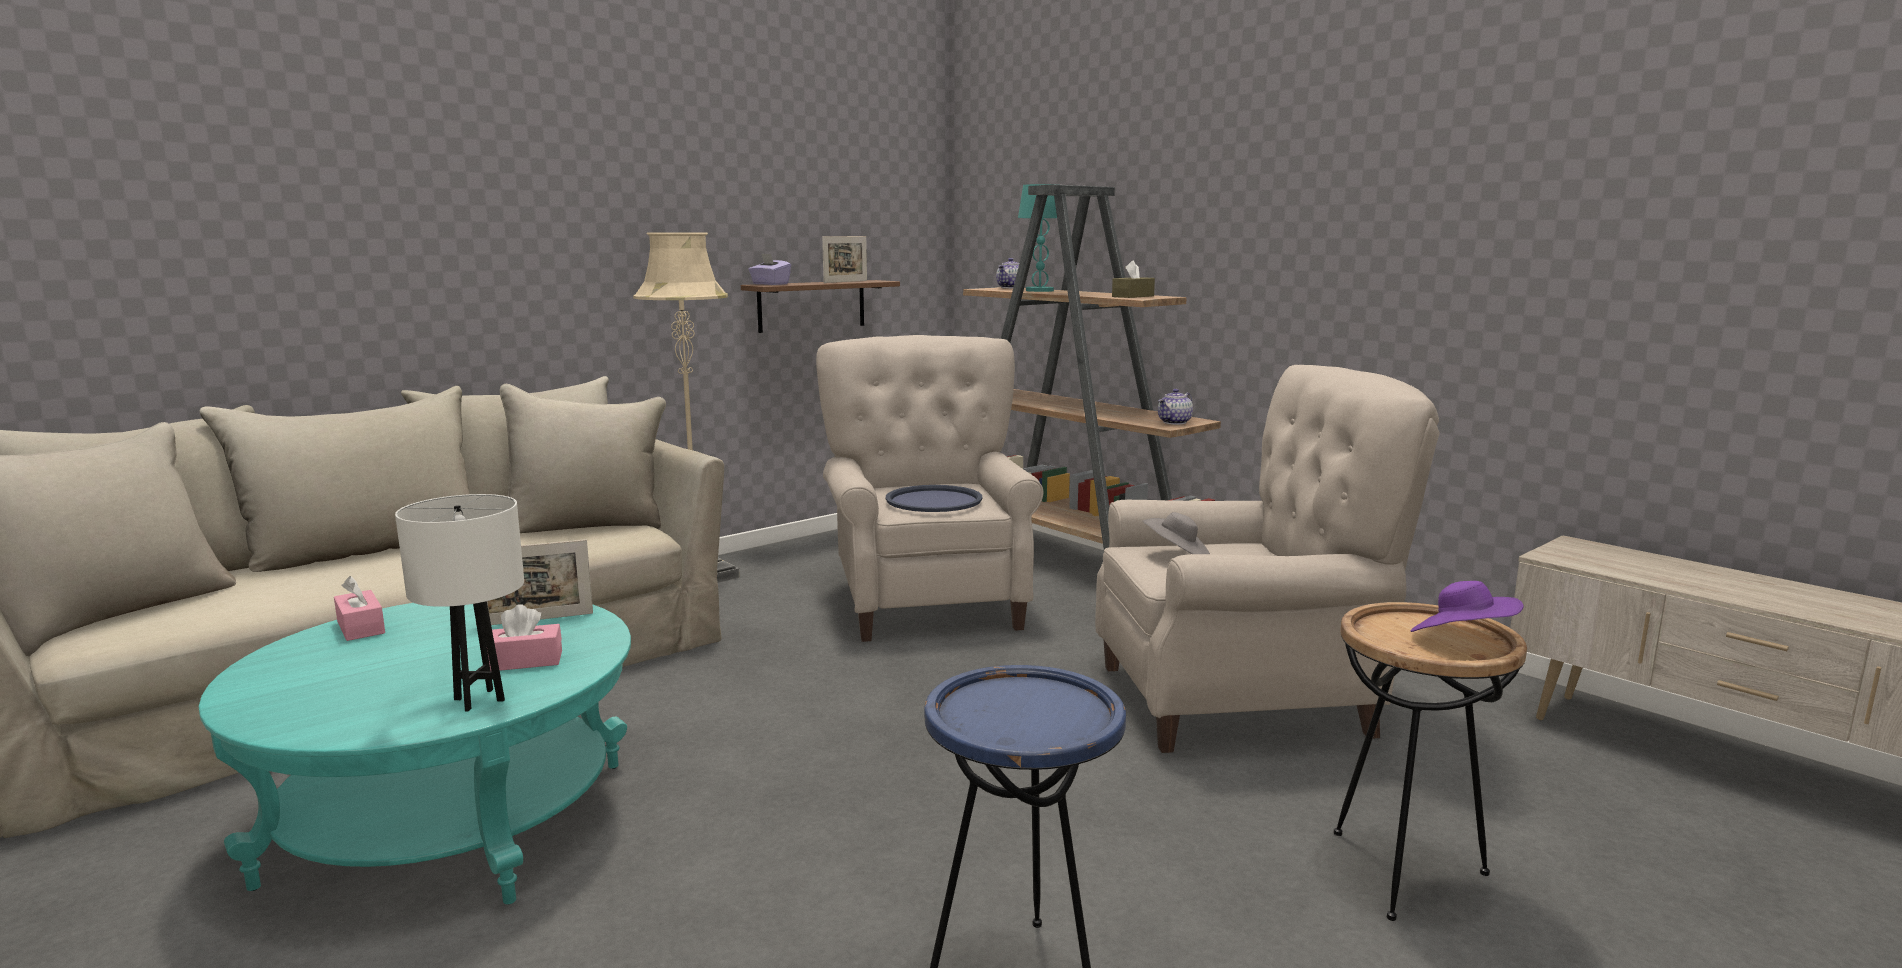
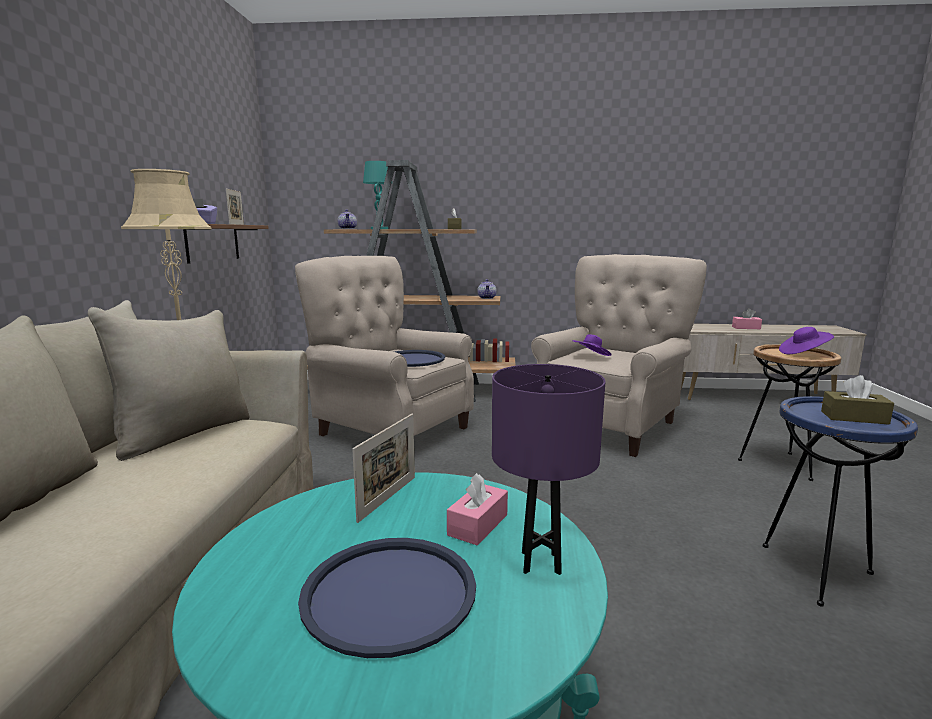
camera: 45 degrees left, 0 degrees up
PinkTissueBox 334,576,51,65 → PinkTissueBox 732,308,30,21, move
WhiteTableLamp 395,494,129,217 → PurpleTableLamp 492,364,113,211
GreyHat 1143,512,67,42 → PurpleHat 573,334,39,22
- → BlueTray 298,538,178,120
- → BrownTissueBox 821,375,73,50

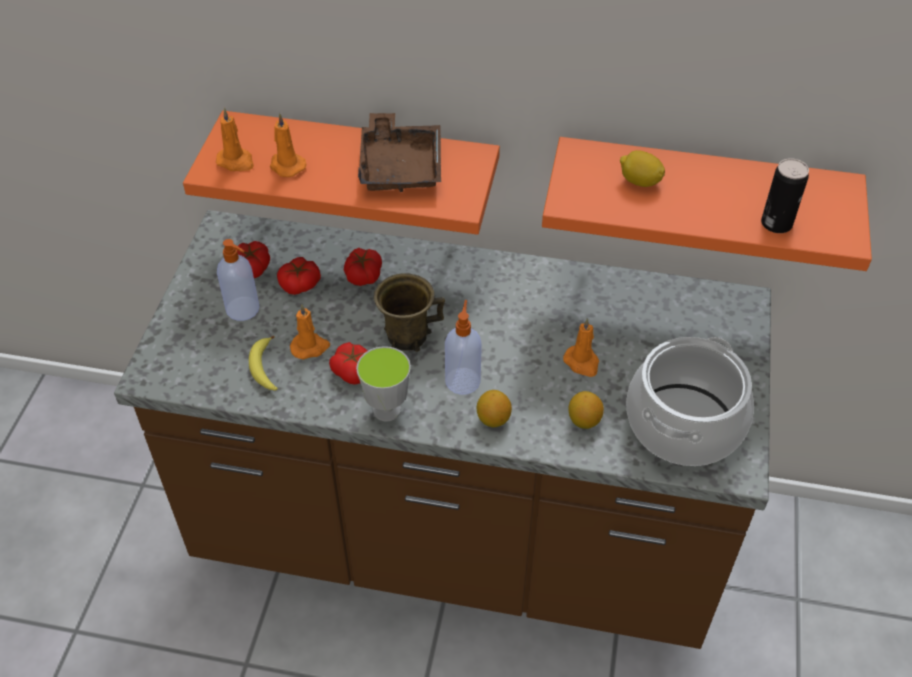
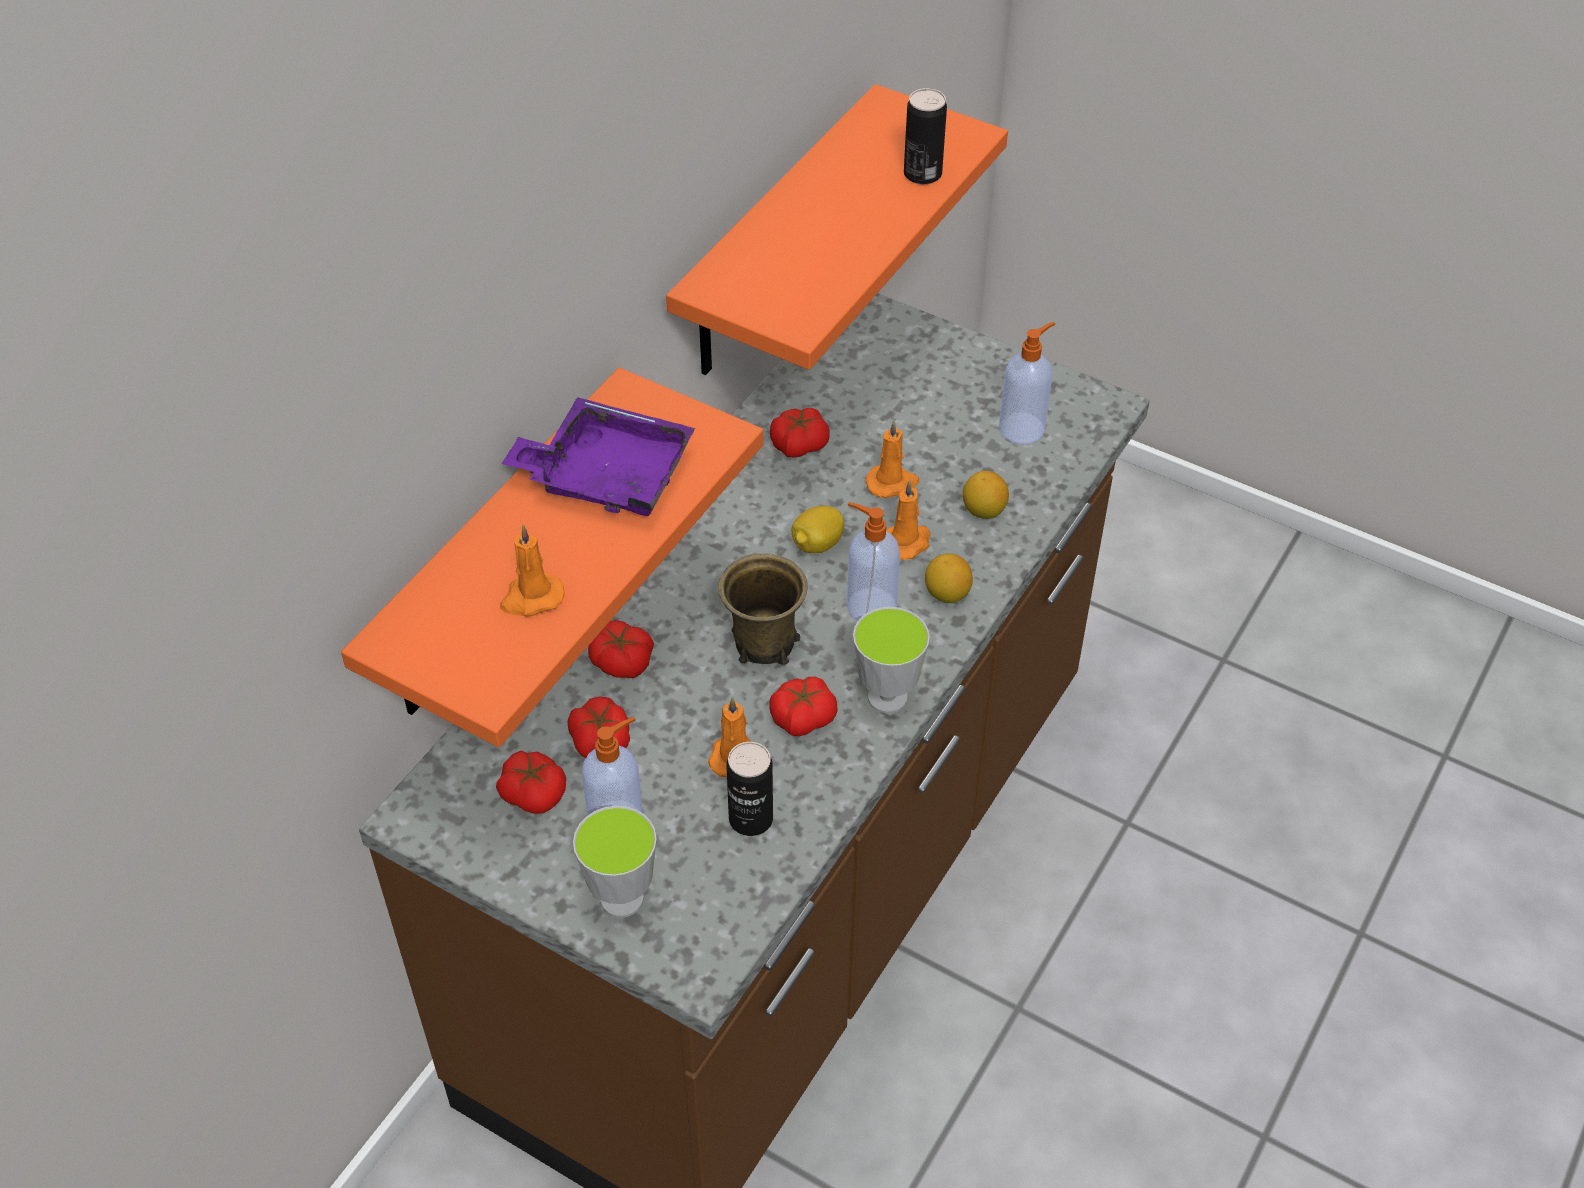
camera: 70 degrees left, 0 degrees up
OrangeCandle 216,108,38,63 → OrangeCandle 886,480,45,80, move
Banana 249,335,29,56 → Can 727,742,46,94
BrownTray 358,113,83,79 → PurpleTray 501,397,194,119
Lemon 620,150,45,37 → Lemon 792,506,52,47, move
CookingPot 626,337,128,129 → SoapDispenser 999,322,57,122
- → Cup 573,806,84,112
- → Tomato 770,407,60,51

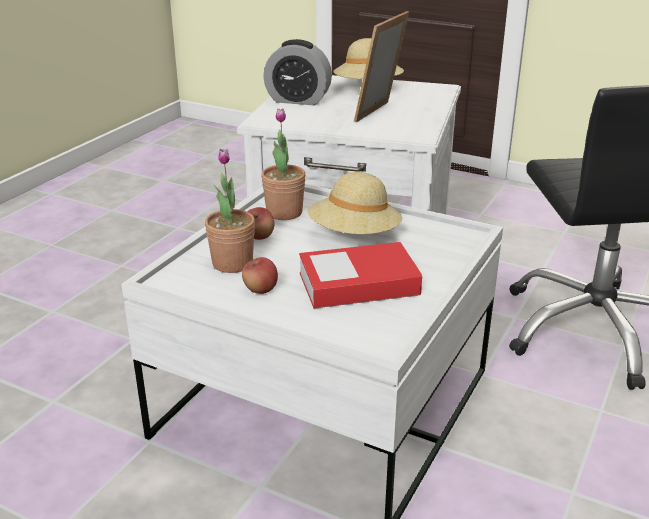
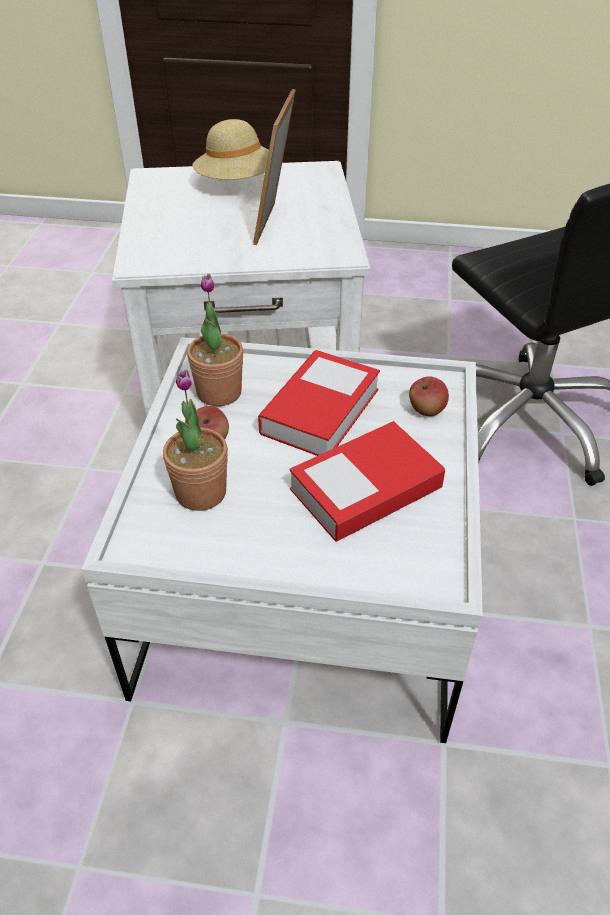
camera: 20 degrees left, 15 degrees up
Apple 242,257,36,37 → Apple 409,376,40,40, move
AlarmClock 263,39,69,66 → -
BeigeHat 308,172,94,62 → Book 258,350,122,106

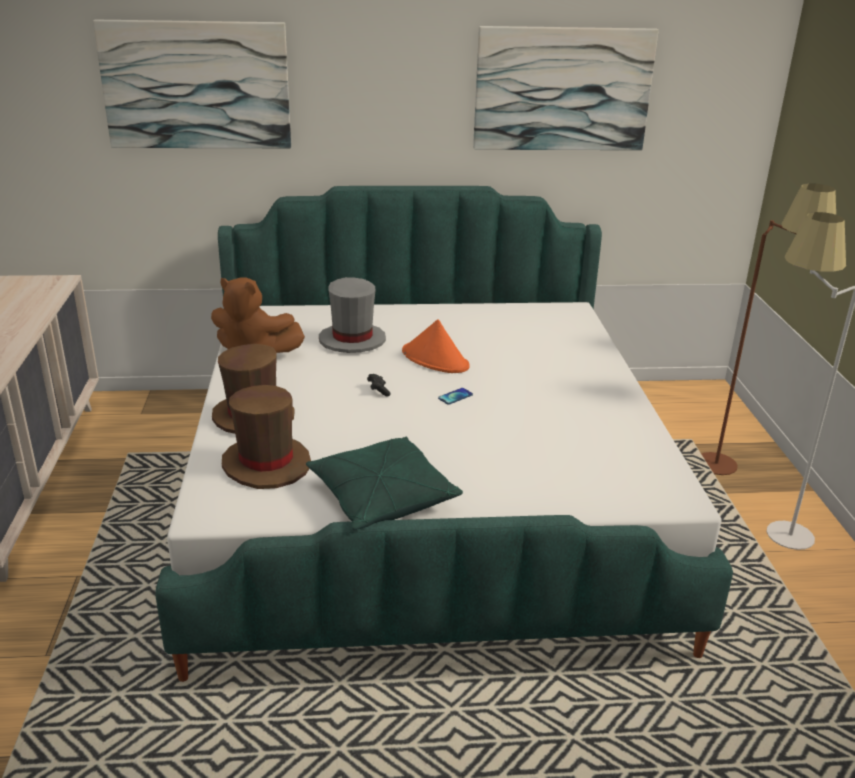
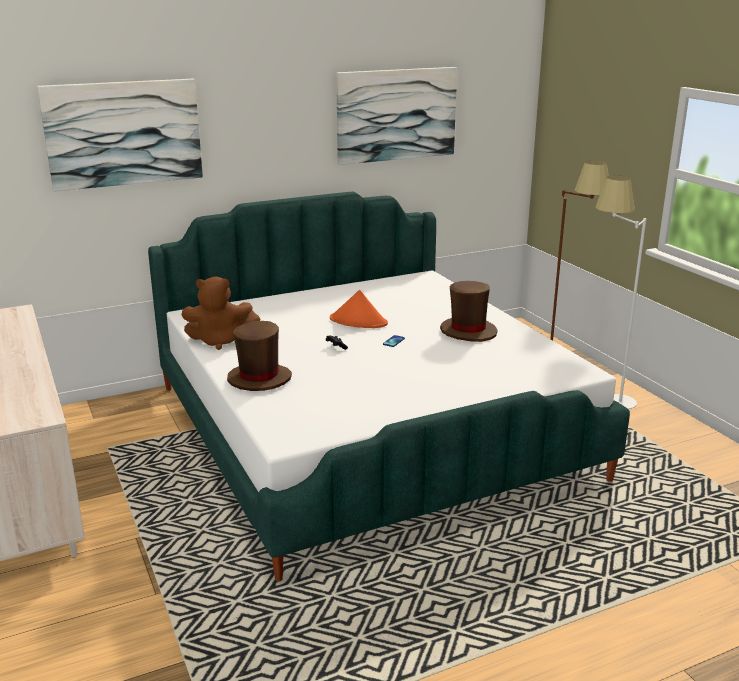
camera: 20 degrees left, 5 degrees down
BrownHat 222,385,89,104 → BrownHat 440,281,57,61, move
GreenPillow 306,437,157,93 → -
GreyHat 319,277,67,76 → -

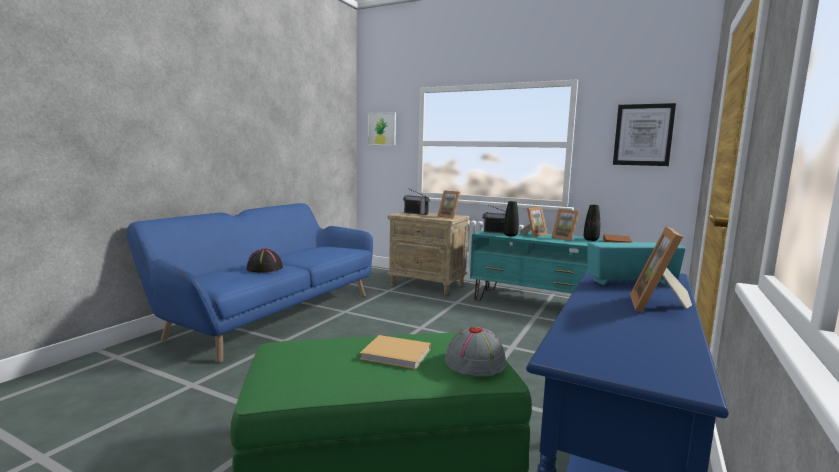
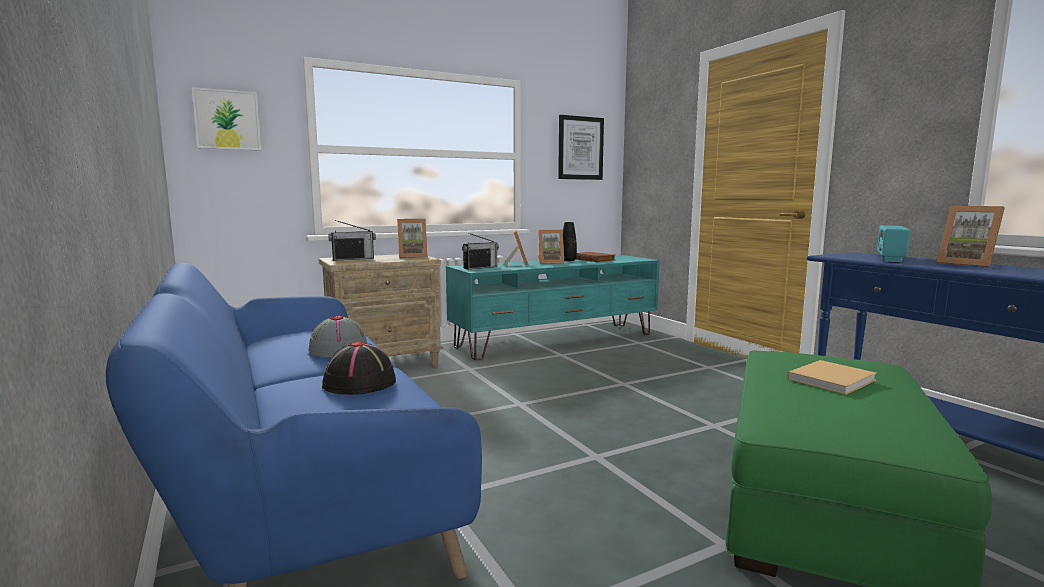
camera: 55 degrees left, 0 degrees up
GreyHat 445,327,61,49 → GreyHat 308,316,60,41, move
BlackVase 503,201,16,35 → -

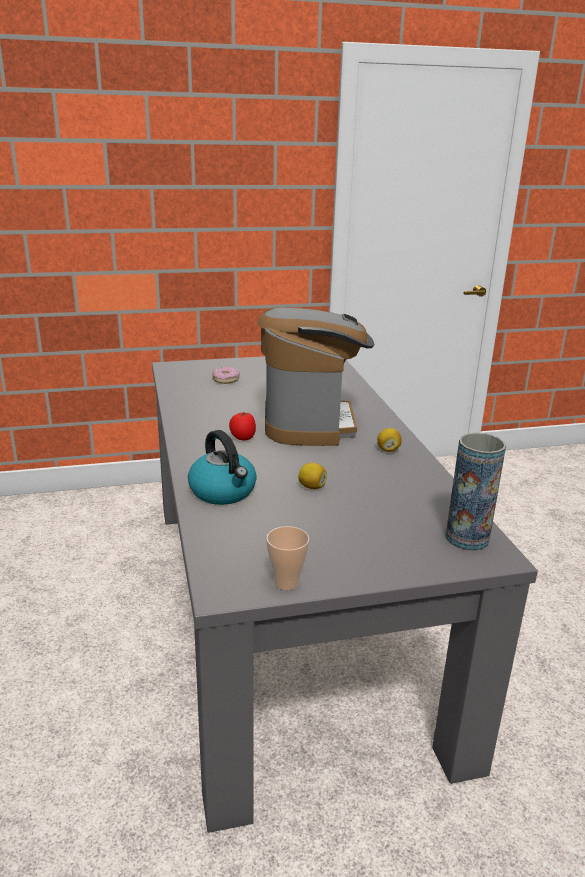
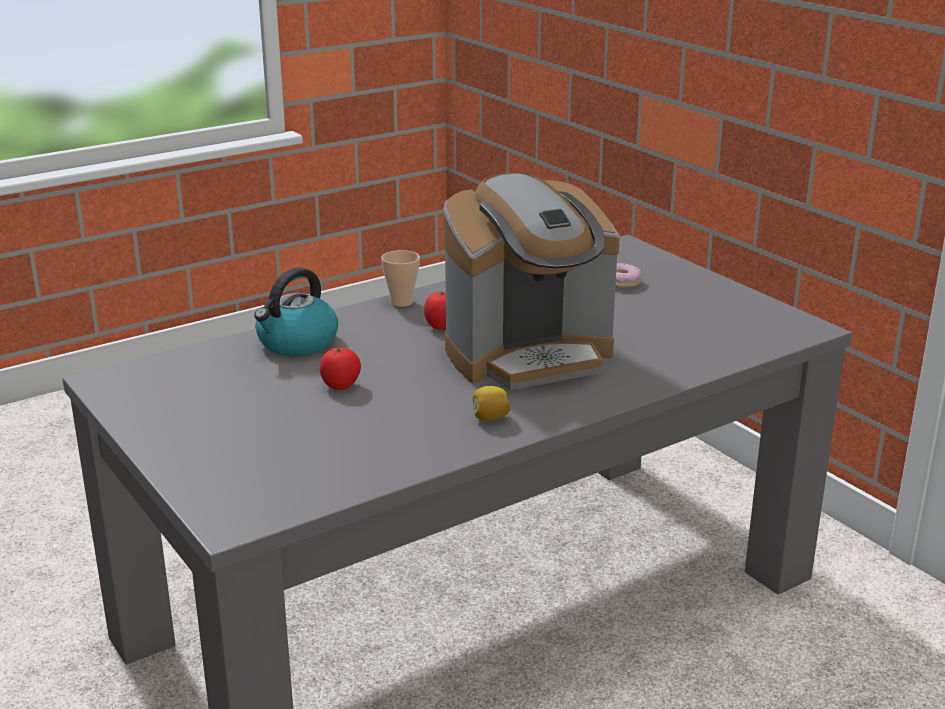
camera: 70 degrees right, 0 degrees up
Cup 266,526,43,64 → Cup 381,250,39,57, move
Lemon 298,463,29,26 → Tomato 320,347,41,43
Vase 446,433,60,118 → -

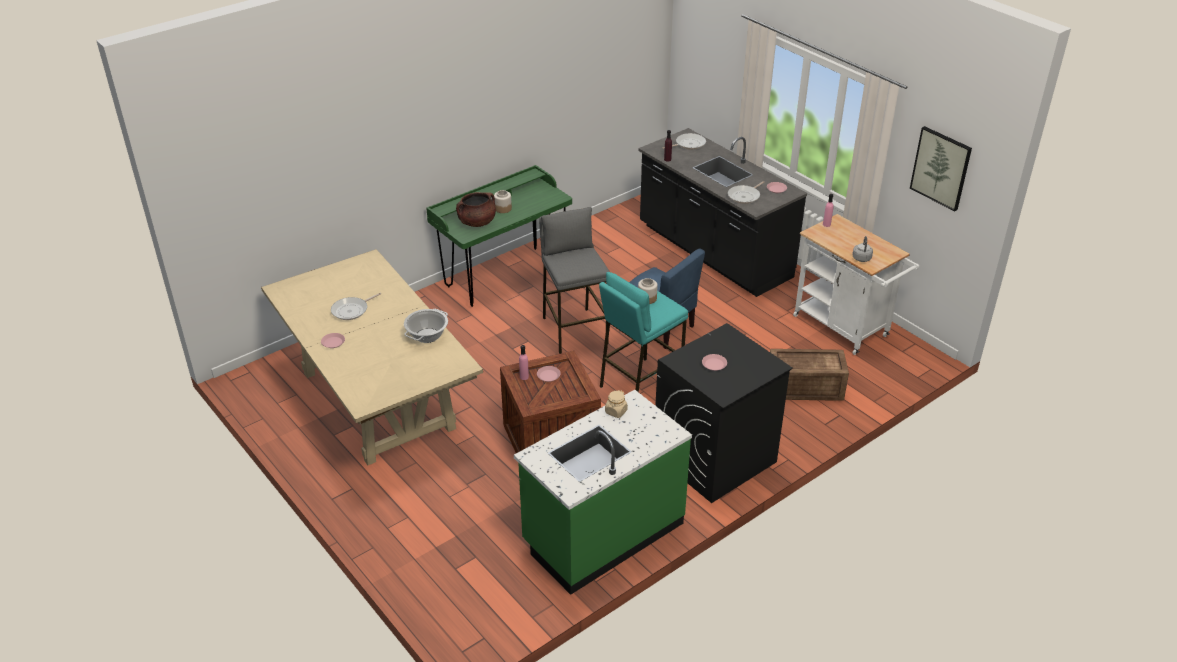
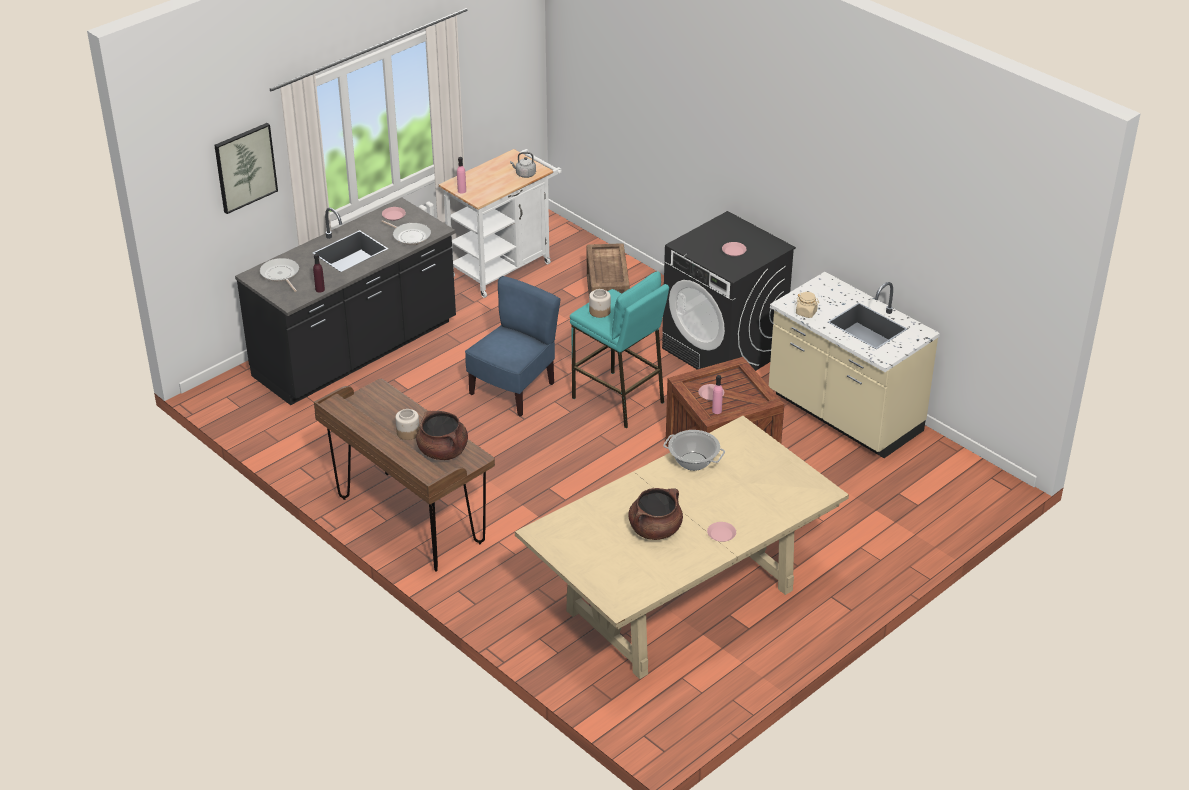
camera: 95 degrees left, 0 degrees up
FryingPan 331,293,50,27 → BrownCookingPot 628,488,55,52
GreenDesk 426,165,146,142 → BrownDesk 314,379,181,193
GreenCounter 514,390,178,205 → BeigeCounter 769,272,171,186
GreyStool 539,207,71,147 → -
Picture 910,126,62,85 → Picture 214,123,64,91, move

